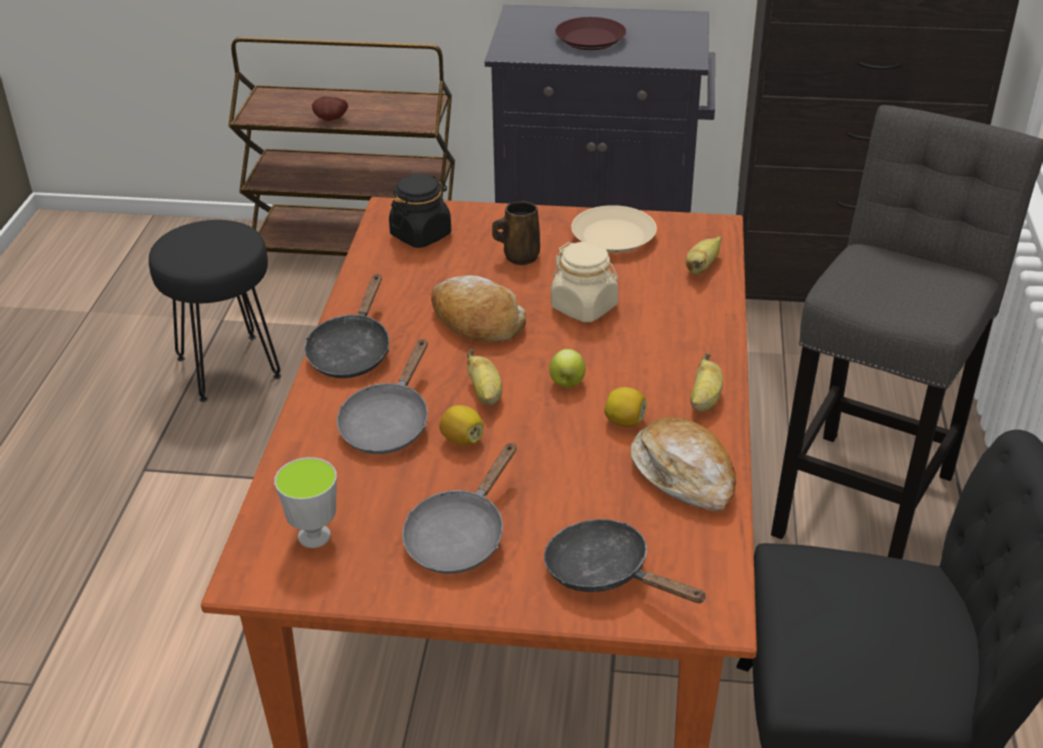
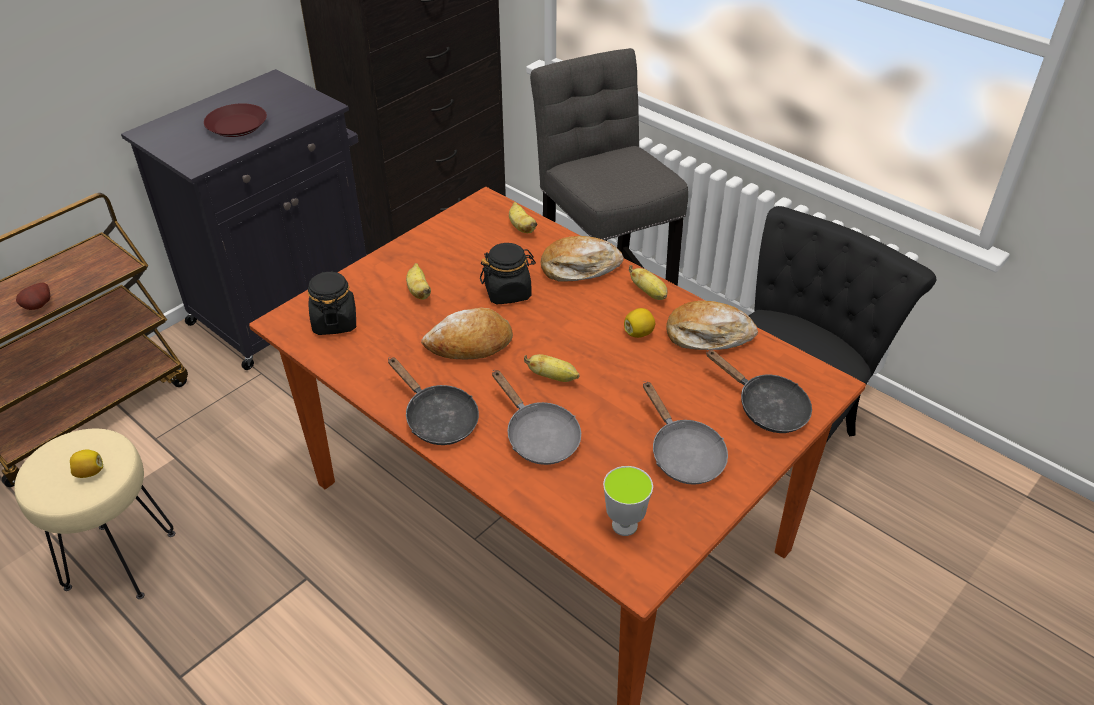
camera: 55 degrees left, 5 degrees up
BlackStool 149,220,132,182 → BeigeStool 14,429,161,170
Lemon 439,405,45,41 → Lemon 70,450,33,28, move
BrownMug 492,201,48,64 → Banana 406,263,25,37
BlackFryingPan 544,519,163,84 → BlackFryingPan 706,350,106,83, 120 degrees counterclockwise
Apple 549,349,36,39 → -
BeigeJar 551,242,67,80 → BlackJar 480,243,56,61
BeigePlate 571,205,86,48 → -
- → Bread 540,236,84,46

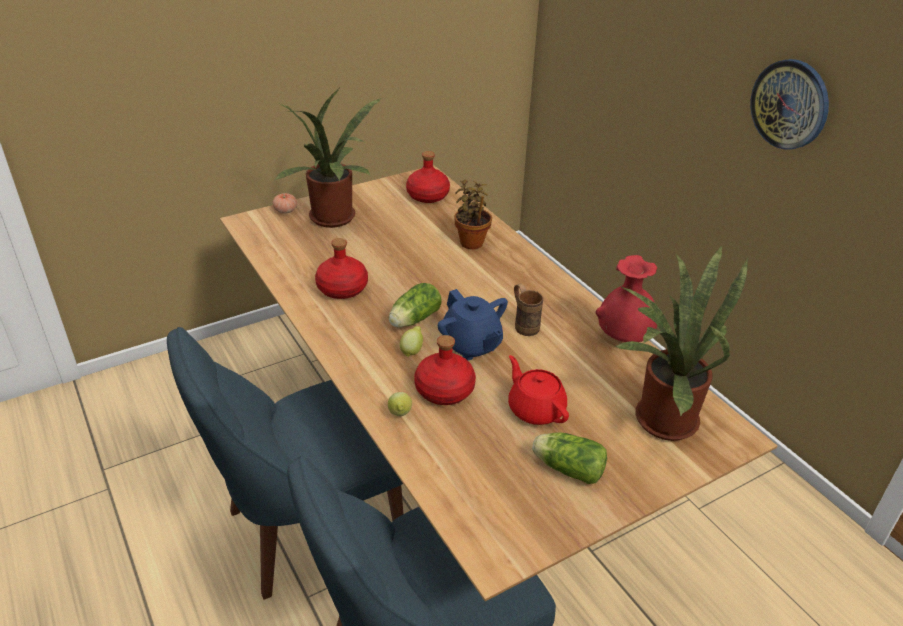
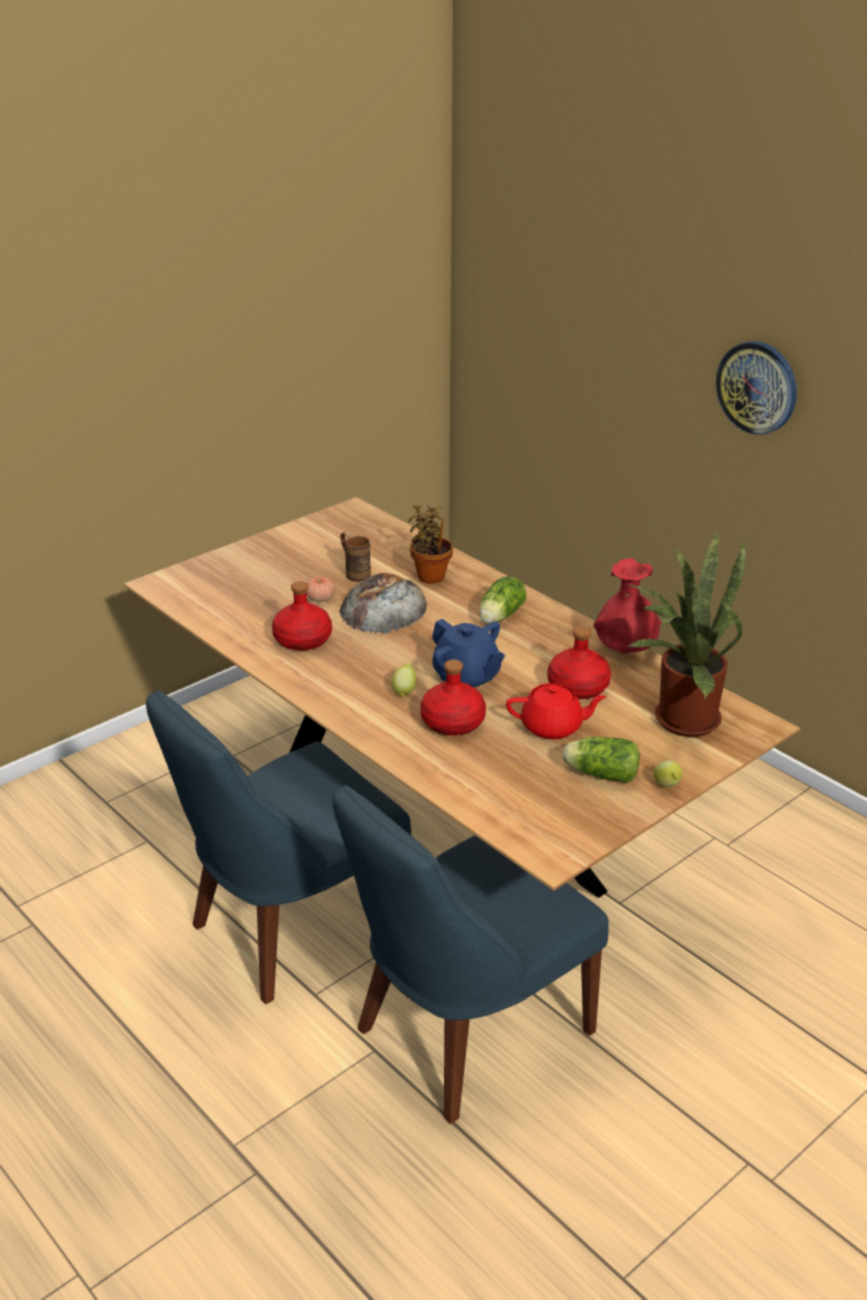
camera: 10 degrees left, 5 degrees down
Tomato 272,193,25,21 → Tomato 306,577,29,25, move
PottedPlant 273,88,109,140 → -
Lemon 388,392,24,24 → Lemon 654,760,29,27, move
Lettuce 389,283,53,44 → Lettuce 479,576,47,47, move
RedBottle 406,151,44,52 → RedBottle 548,626,63,73, move
RedTeapot 508,355,61,70 → RedTeapot 506,683,101,56, 135 degrees clockwise
BrownMug 514,283,29,53 → BrownMug 340,531,31,51, move
- → Bread 339,573,88,61

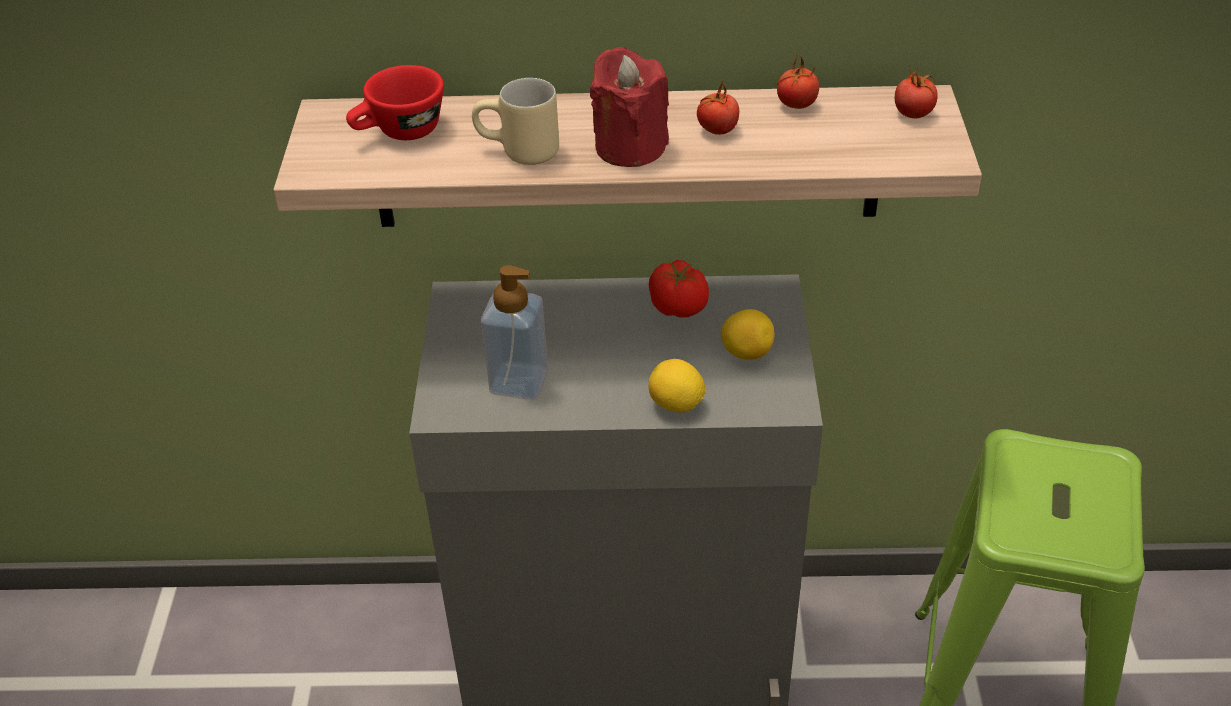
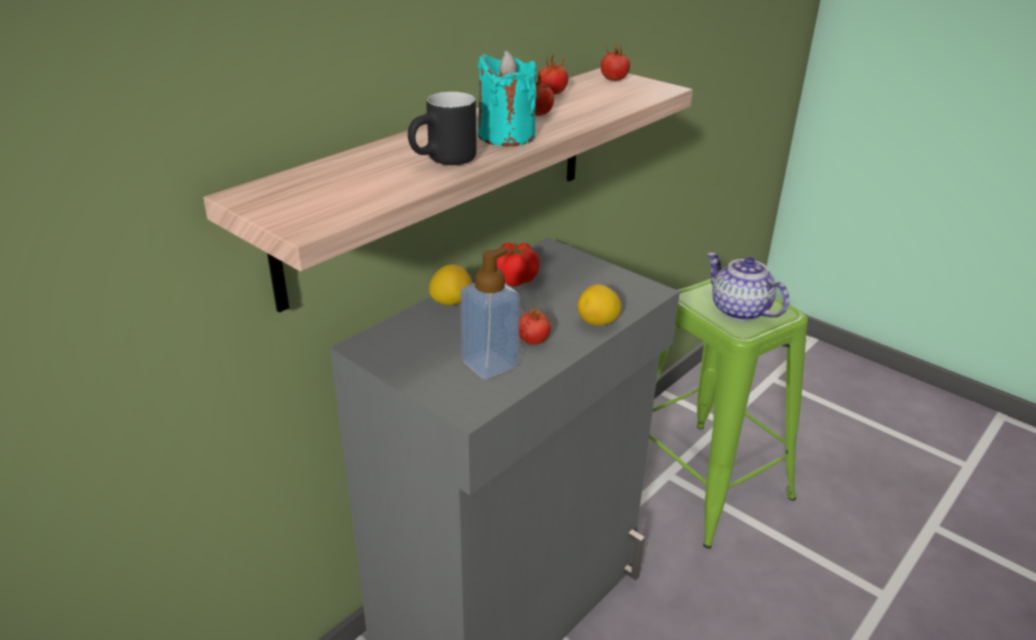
camera: 50 degrees left, 10 degrees down
RedCup 346,65,98,75 → -
BeigeMug 472,78,87,87 → BlackMug 408,92,69,73
RedCandle 590,47,79,120 → TurquoiseCandle 478,51,59,95
Lemon 721,309,53,51 → Lemon 429,264,44,41, move
- → Tomato 519,305,32,40
- → Teapot 707,253,82,68

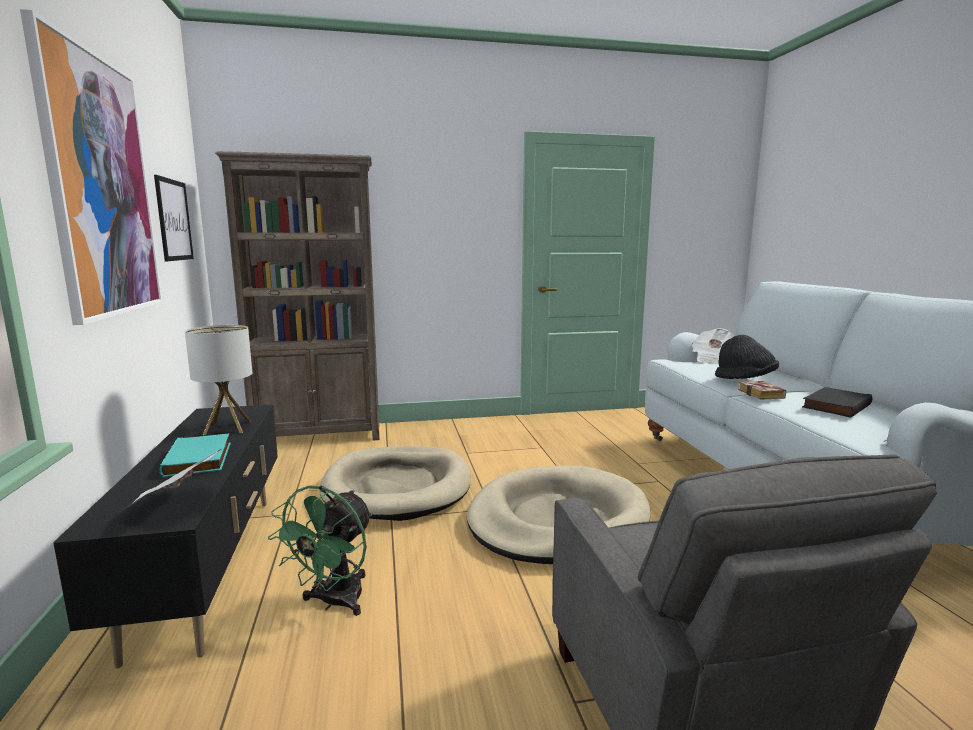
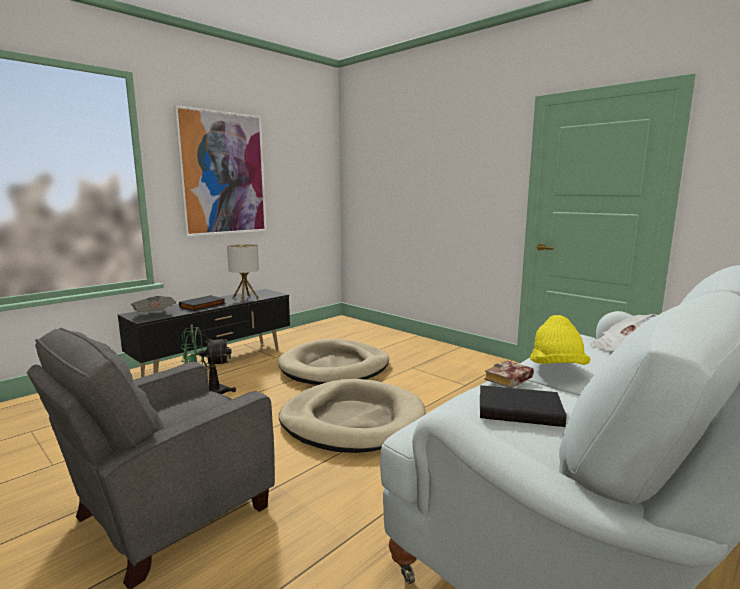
camera: 55 degrees right, 0 degrees up
Picture 154,175,40,86 → -
TurquoiseBook 160,433,71,45 → BlackBook 179,295,47,16
BrownBookcase 215,151,164,290 → -
BlackHat 715,335,64,44 → YellowHat 530,315,60,50

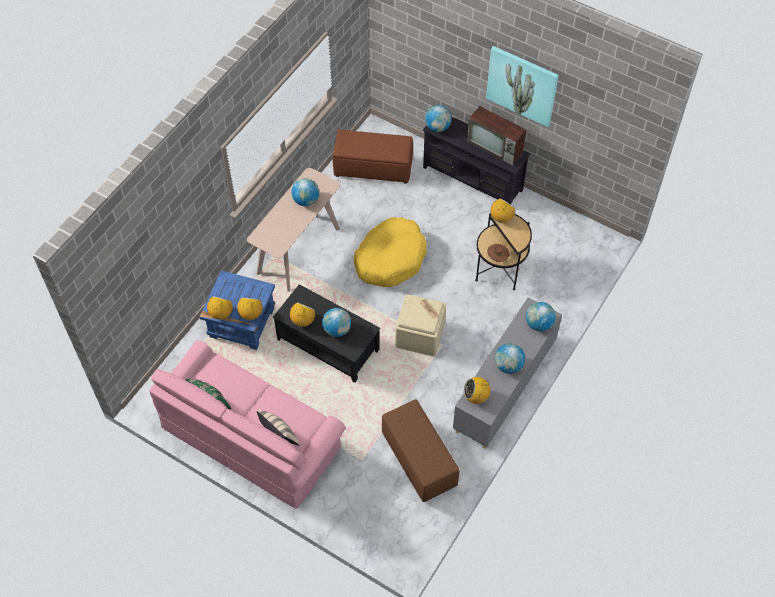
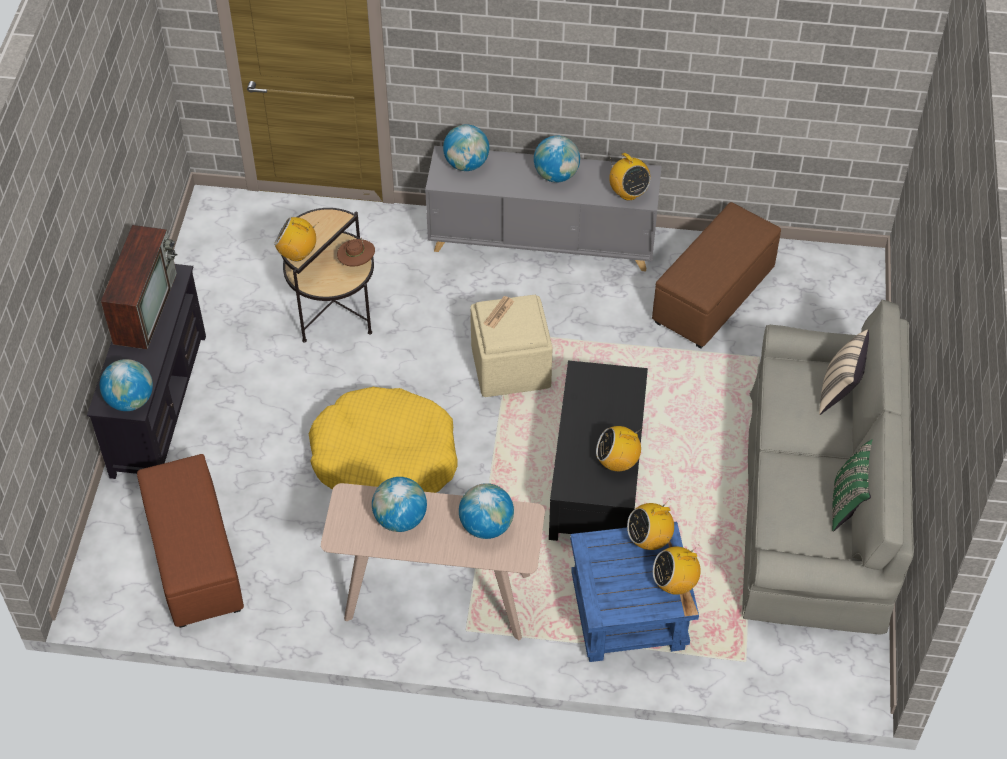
camera: 115 degrees left, 5 degrees down
PinkSofa 149,340,196,169 → GreySofa 742,299,172,336
Globe 322,308,29,29 → Globe 459,483,55,56, move
Picture 486,46,73,81 → -

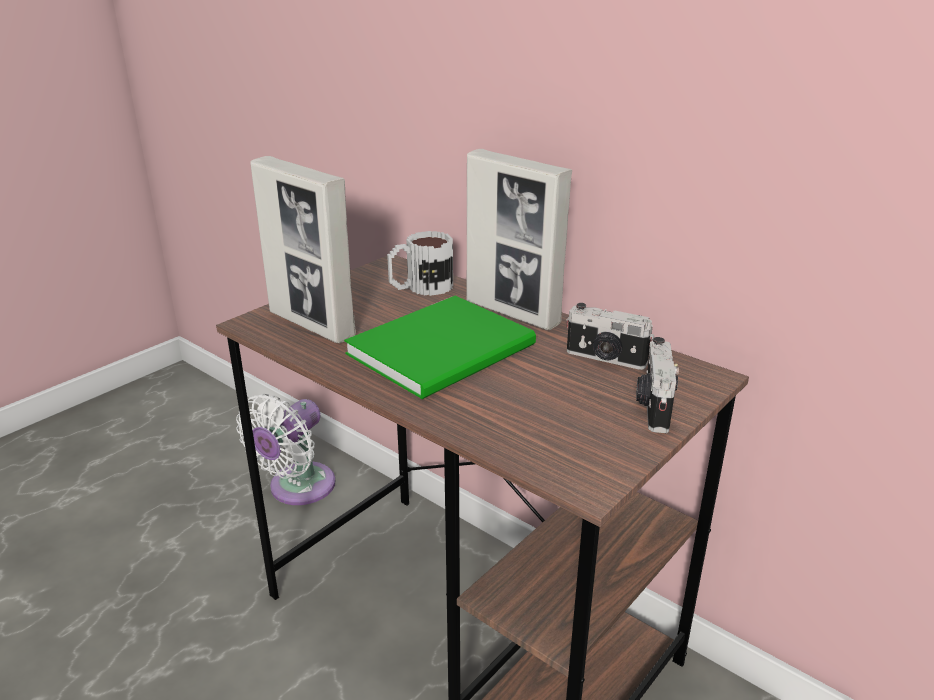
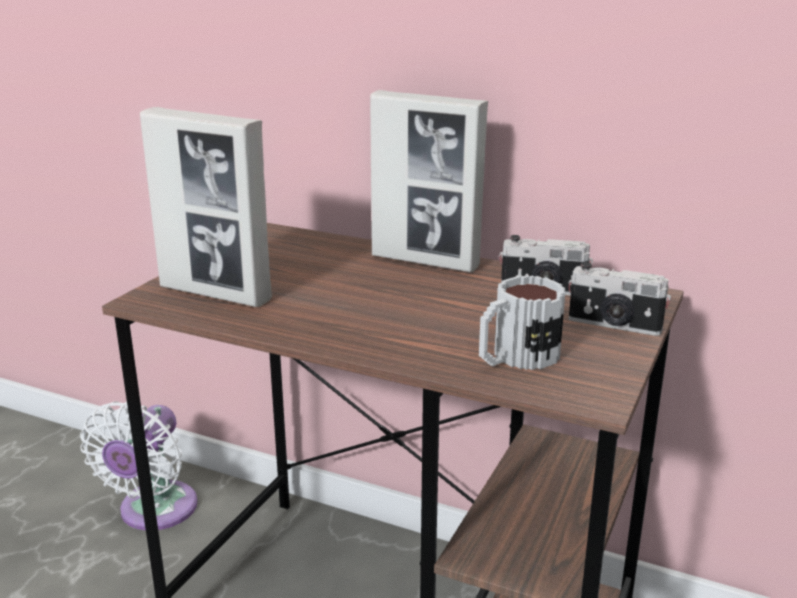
camera: 15 degrees left, 5 degrees down
GreenBook 344,296,192,103 → -
Mug 387,231,66,65 → Mug 479,275,86,95, move
PhotoCamera 636,337,43,96 → PhotoCamera 568,262,103,74, 60 degrees counterclockwise

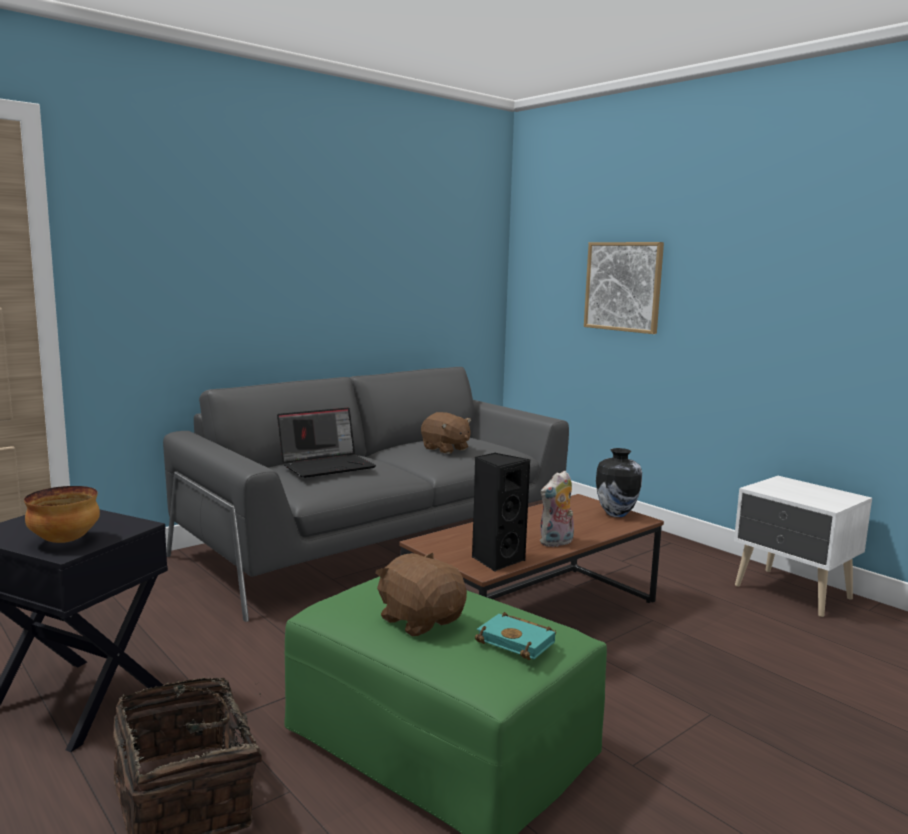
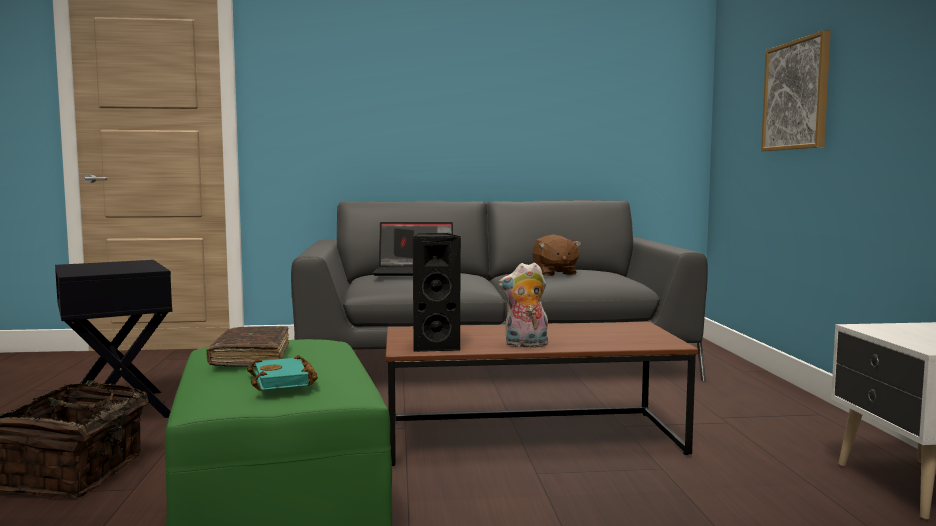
camera: 35 degrees right, 5 degrees down
Bowl 24,486,76,57 → -
BrownPlushToy 375,553,92,83 → BrownBook 207,326,82,41
Vase 596,448,46,69 → -

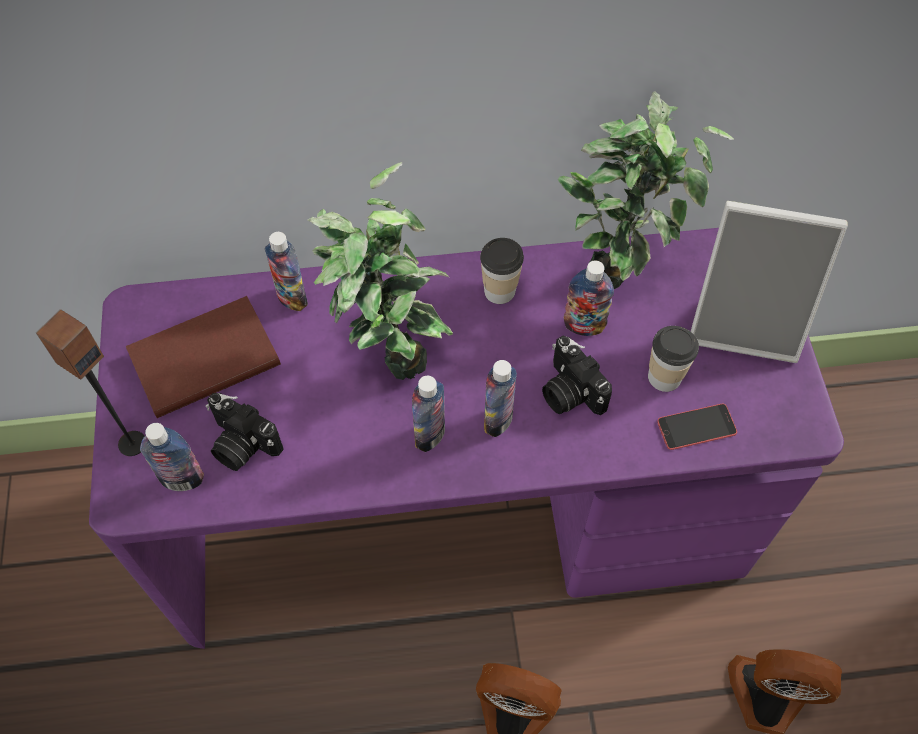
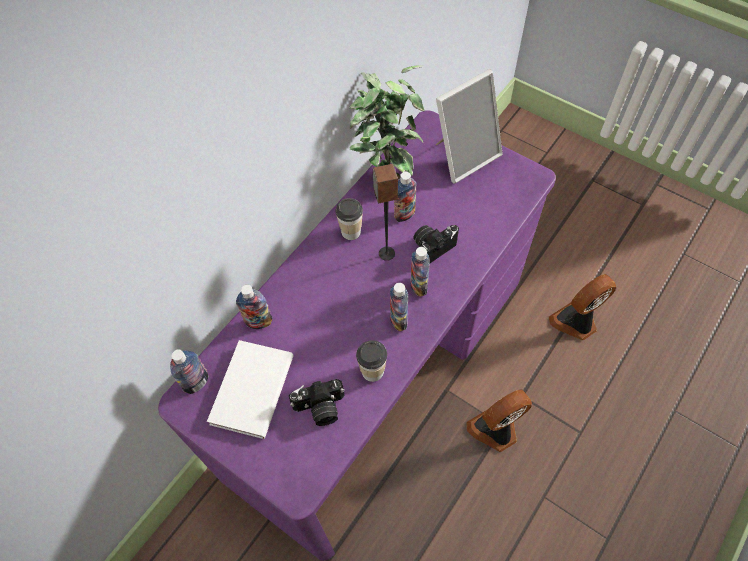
camera: 45 degrees left, 0 degrees up
Speaker 36,309,108,147 → Speaker 373,164,25,97, move
BrownBook 126,296,155,122 → WhiteBook 207,340,87,99
Bottle 140,423,64,68 → Bottle 170,349,38,45, move
PottedPlant 307,162,146,218 → -
PhotoCamera 542,336,70,79 → PhotoCamera 413,225,46,38, 135 degrees clockwise
Cup 648,326,51,66 → Cup 356,340,31,42, move
Phone 657,404,80,46 → -

